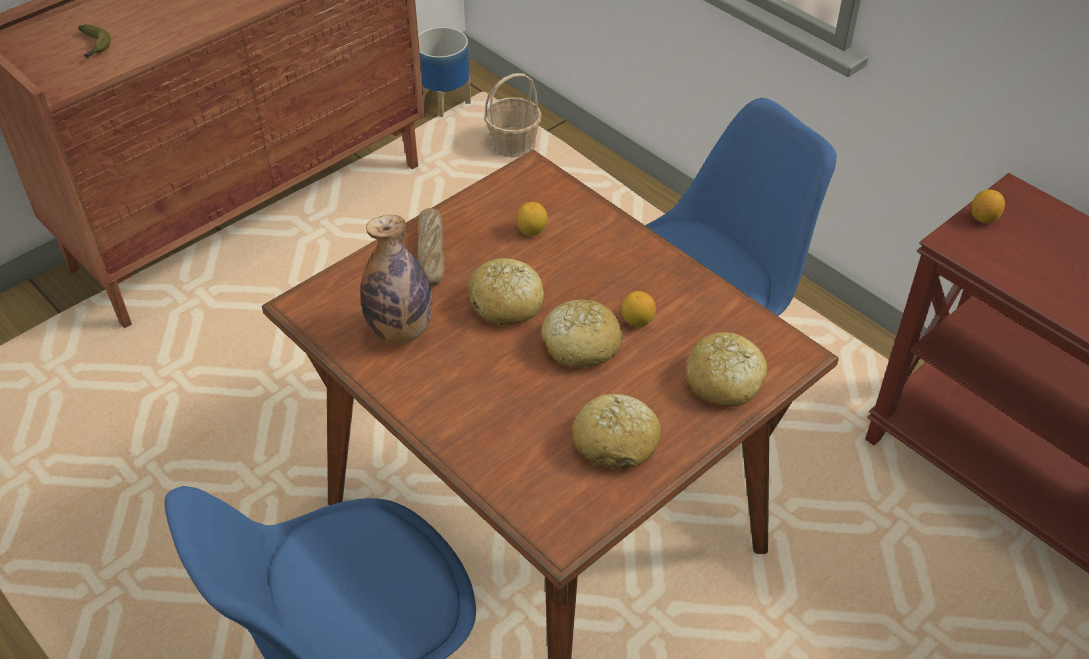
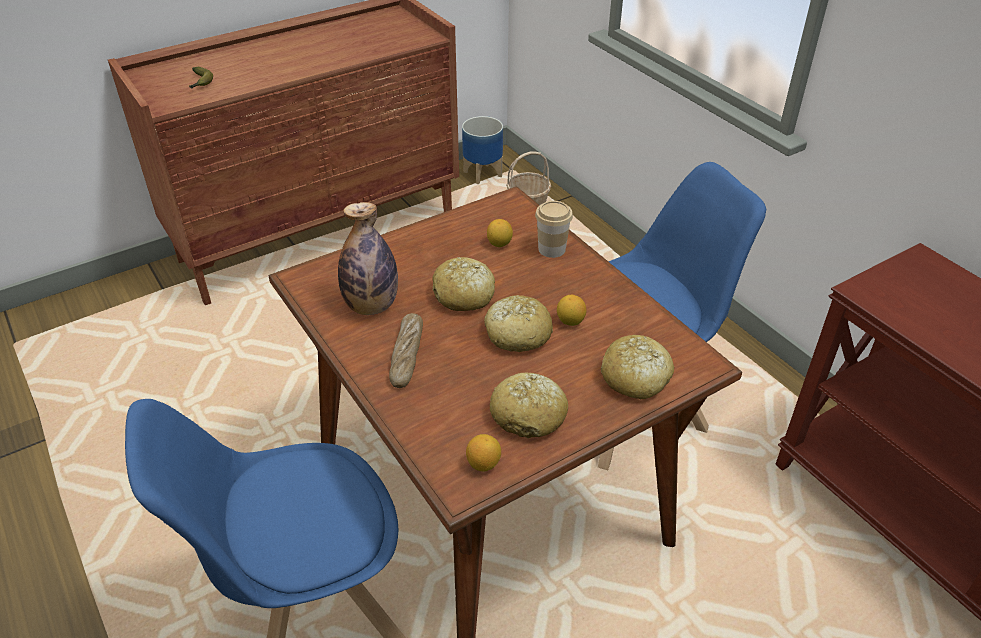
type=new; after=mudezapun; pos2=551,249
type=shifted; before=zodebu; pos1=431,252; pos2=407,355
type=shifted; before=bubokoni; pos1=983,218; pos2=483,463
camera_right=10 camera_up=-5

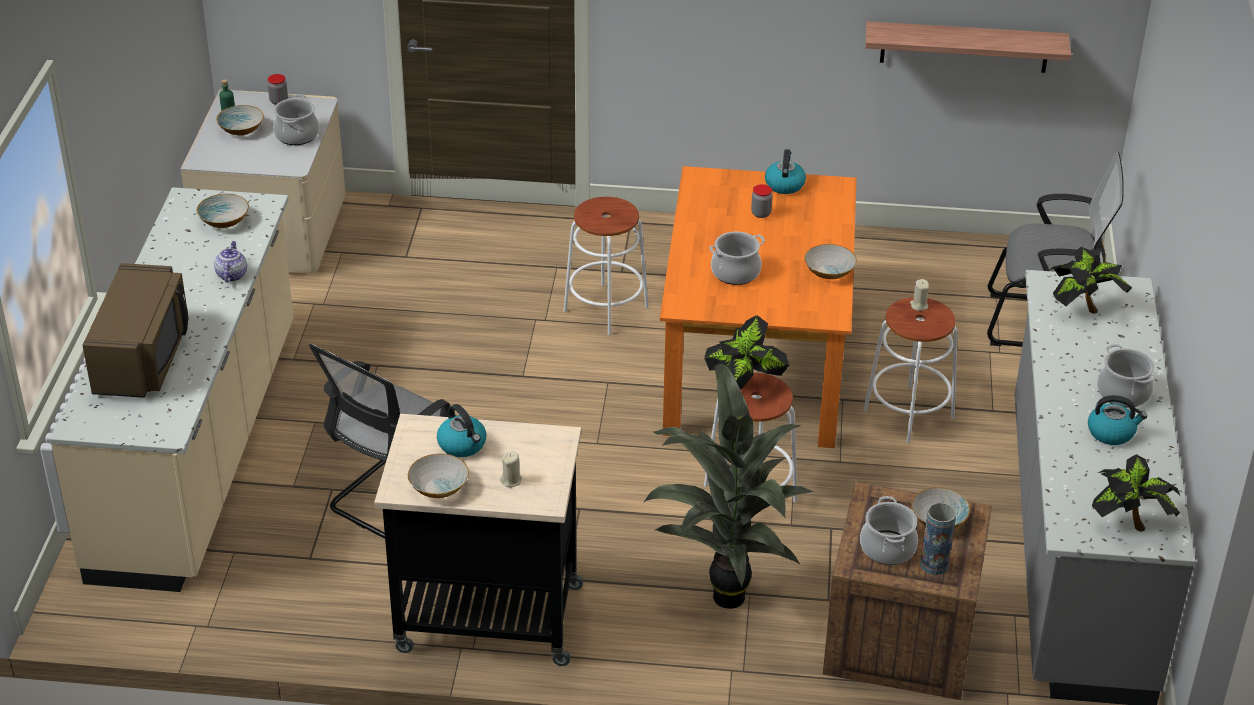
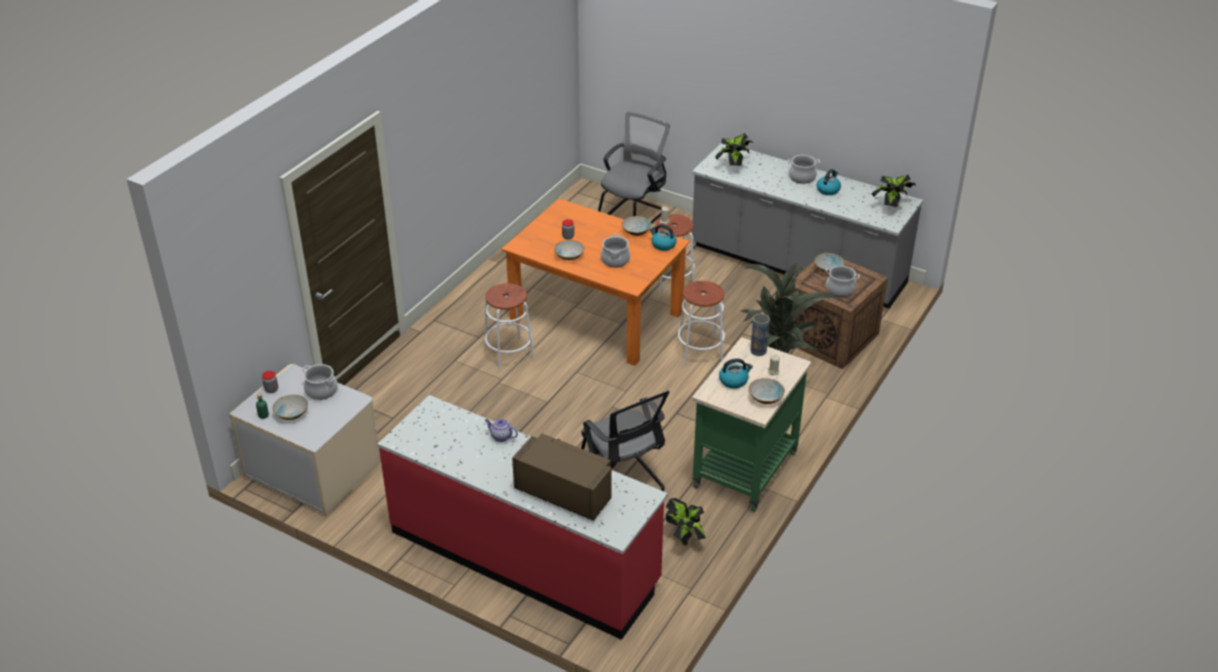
type=gone; before=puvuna; pos1=964,47
type=shifted; before=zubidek; pos1=224,221; pos2=569,256
type=shifted; before=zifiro; pos1=745,386; pos2=685,538
type=shifted; before=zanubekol; pos1=784,184; pos2=663,245
type=shifted; before=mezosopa; pos1=934,564; pos2=758,351
type=repainted; before=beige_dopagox; after=red_dopagox; pos1=199,450; pos2=524,557
type=repainted; before=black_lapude; after=green_lapude; pos1=487,619; pos2=745,471
camera_right=-65 camera_up=0

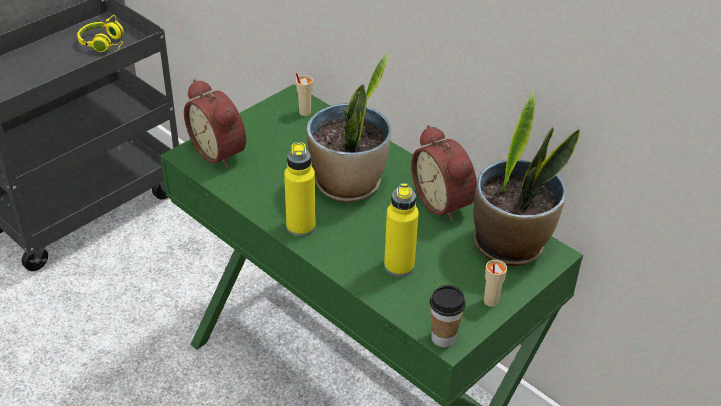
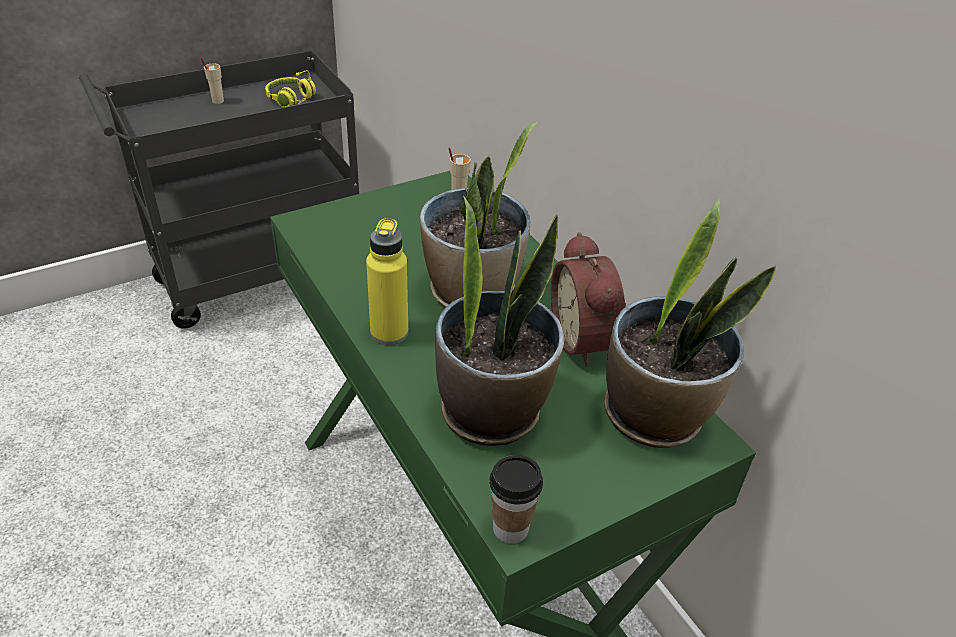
type=gone; before=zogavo; pos1=221,151
type=shifted; before=beige_mudezapun; pos1=490,301; pos2=217,101
type=swapped; before=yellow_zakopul; after=zifiro; pos1=399,266; pos2=491,411
camera_right=15 camera_up=0

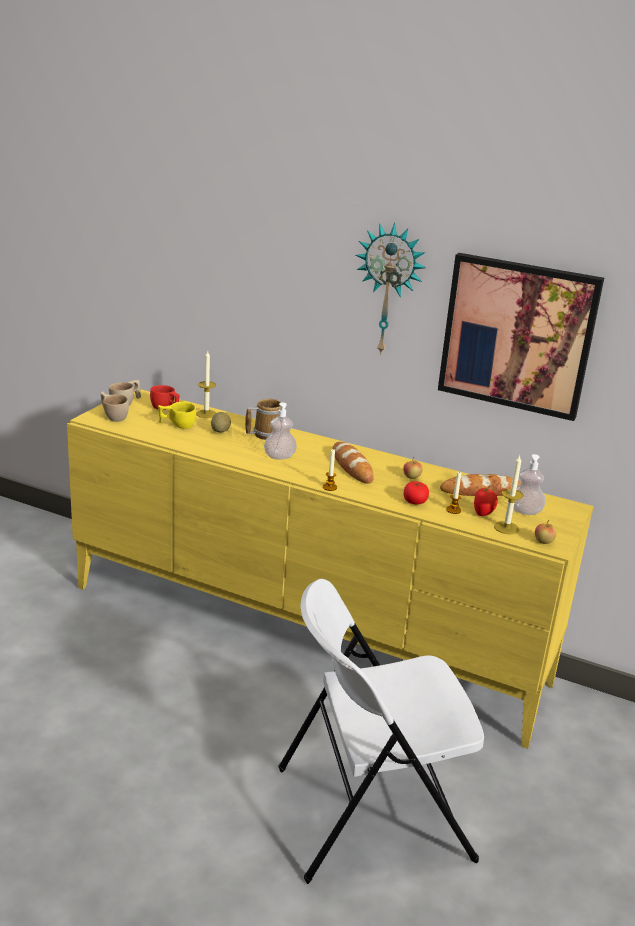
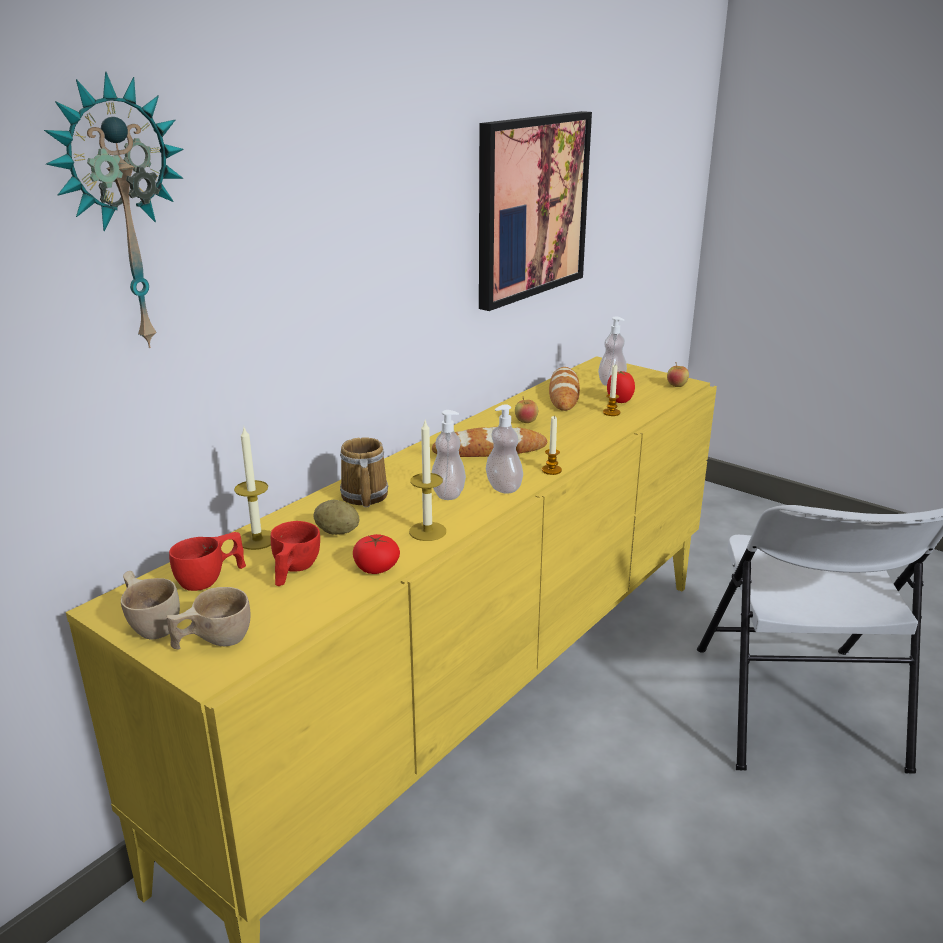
type=new; after=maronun; pos2=504,487
type=shifted; before=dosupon; pos1=389,289; pos2=122,217
type=shifted; before=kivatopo; pos1=415,501; pos2=376,567
type=shifted; before=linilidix; pos1=506,528; pos2=427,531
type=repainted; before=yellow_mudezapun; after=red_mudezapun; pos1=177,425; pos2=293,571
camera_right=-75 camera_up=0

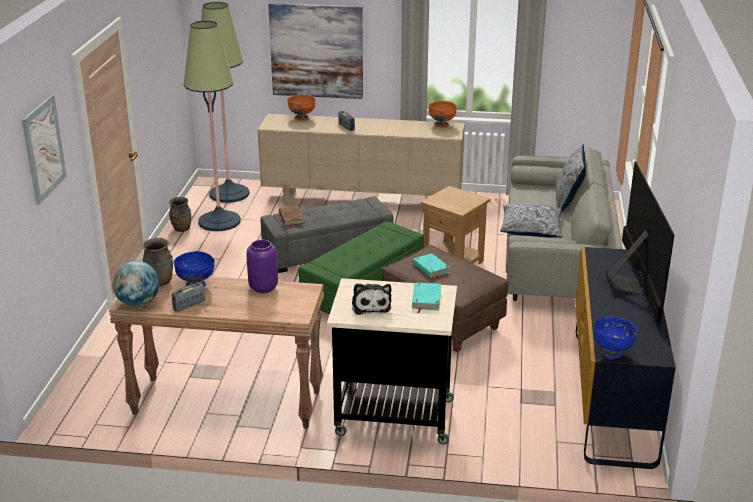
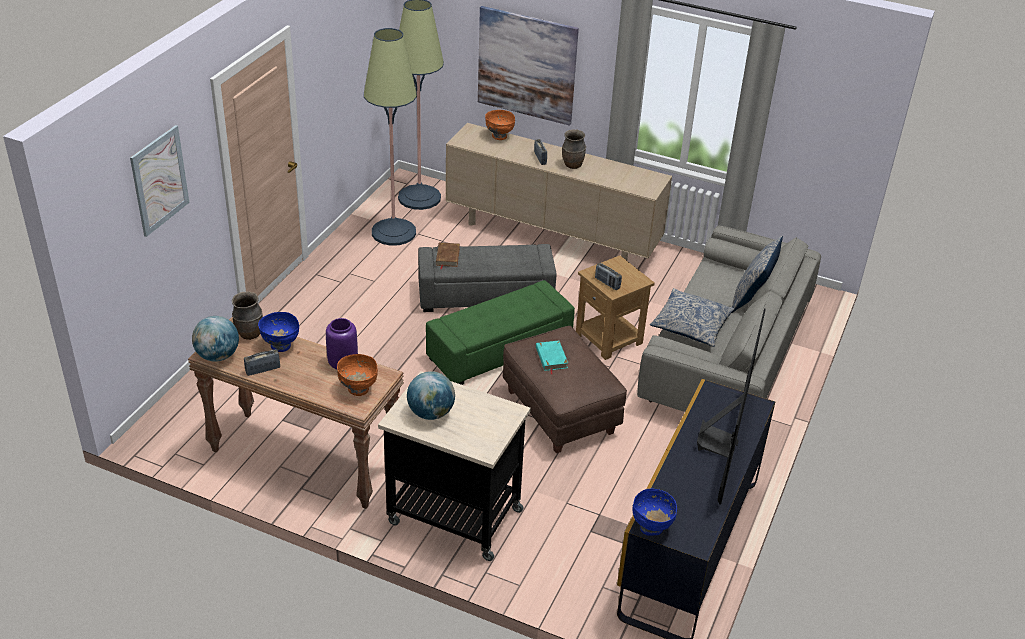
type=gone; before=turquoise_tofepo; pos1=426,299
type=new; after=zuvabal; pos2=607,283
type=shifted; before=brown_mezosopa; pos1=181,229; pos2=572,165
type=shifted; before=orange_zubidek; pos1=442,125; pos2=358,389
type=swapped; before=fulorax; after=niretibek; pos1=371,305; pos2=431,413
camera_right=15 camera_up=10

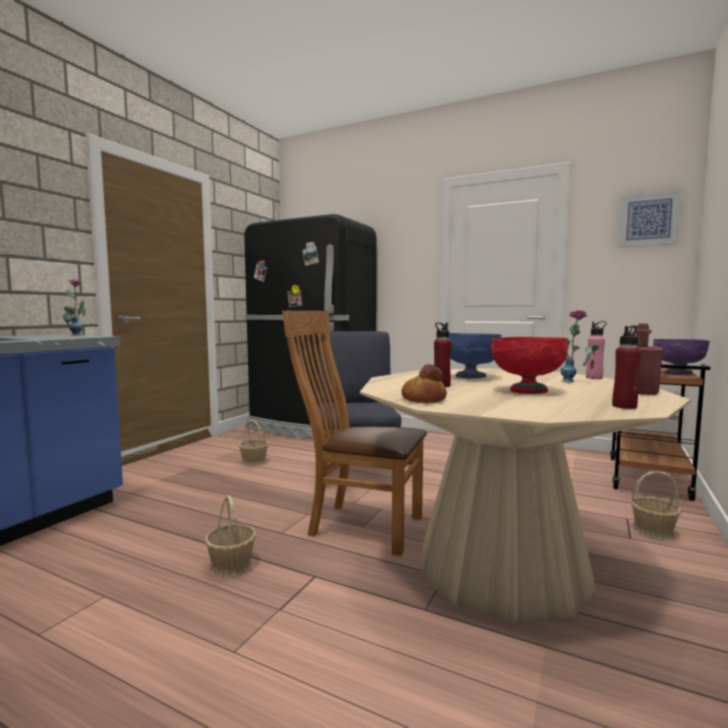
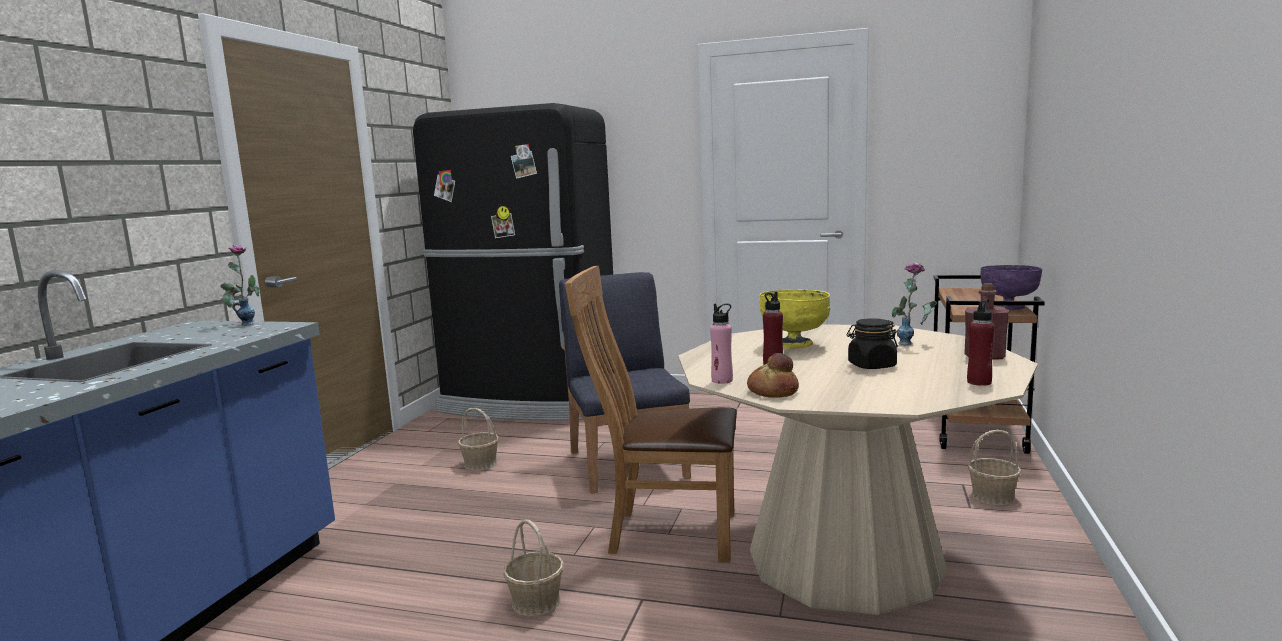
type=gone; before=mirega; pos1=648,219
type=shifted; before=pink_zakopul; pos1=594,378; pos2=722,380
type=swapped; before=red_zubidek; after=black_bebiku; pos1=527,391; pos2=871,365
type=repainted; before=blue_zubidek; after=yellow_zubidek; pos1=471,377; pos2=795,345
camera_right=-10 camera_up=5

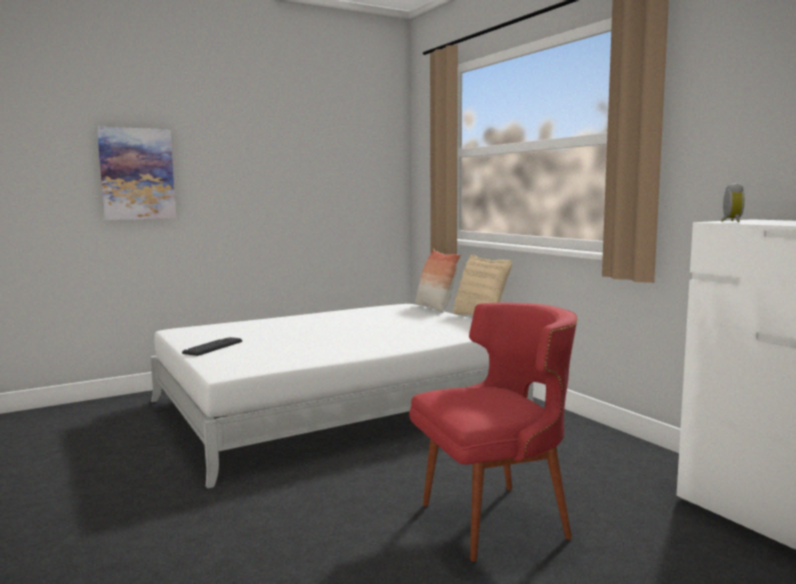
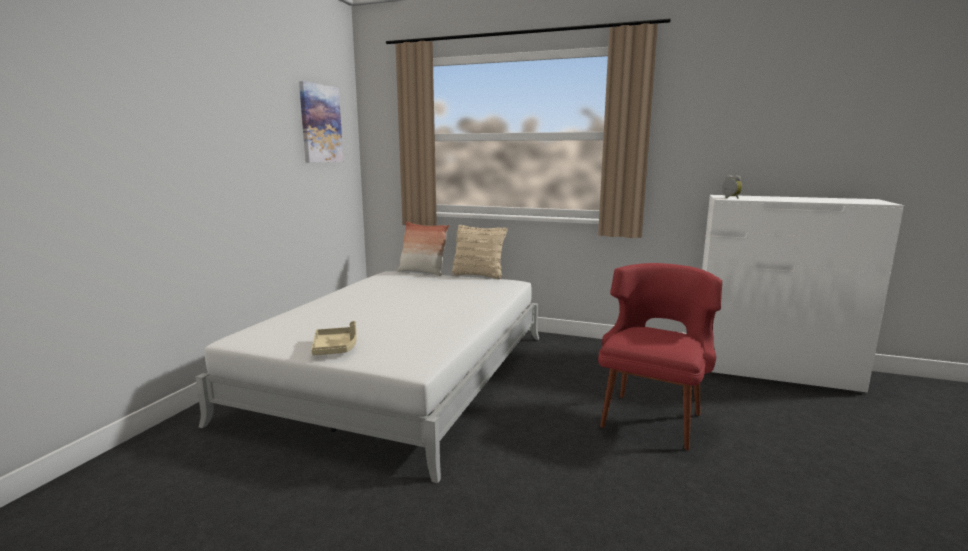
type=shifted; before=mirega; pos1=137,174; pos2=320,124
type=swapped; before=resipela; after=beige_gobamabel; pos1=213,347; pos2=335,348
camera_right=-40 camera_up=5

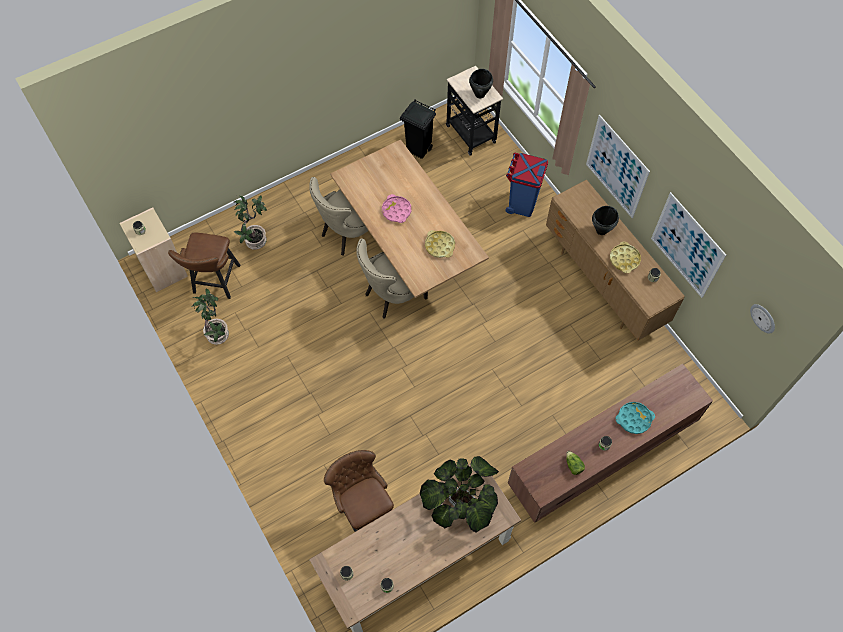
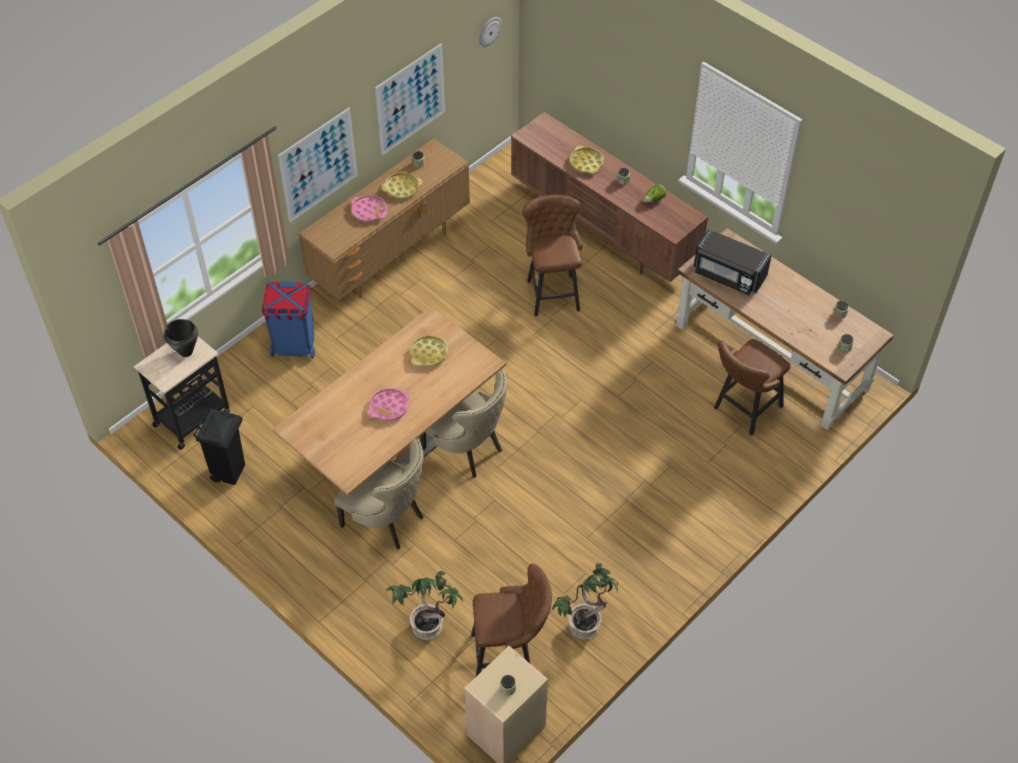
type=new; after=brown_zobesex; pos2=552,289
type=swapped; before=zifiro; after=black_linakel; pos1=461,500; pos2=728,275
type=swapped; before=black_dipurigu; after=pink_gobamabel; pos1=601,231; pos2=369,211
type=repainted; before=turquoise_gobamabel; after=yellow_gobamabel; pos1=634,419; pos2=586,163
camera_right=-105 camera_up=-10

